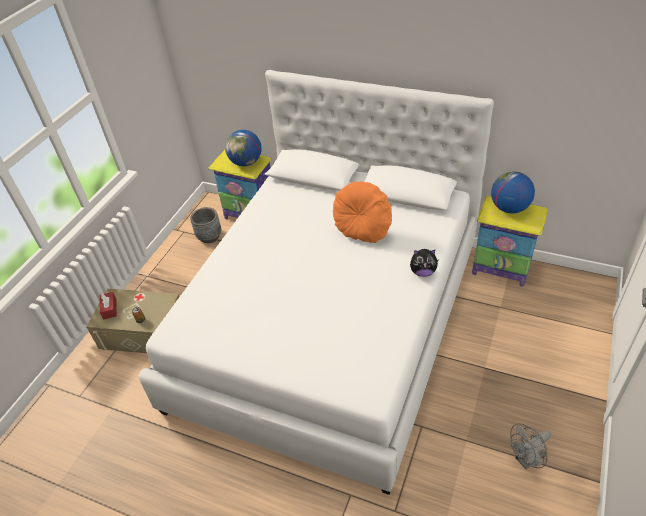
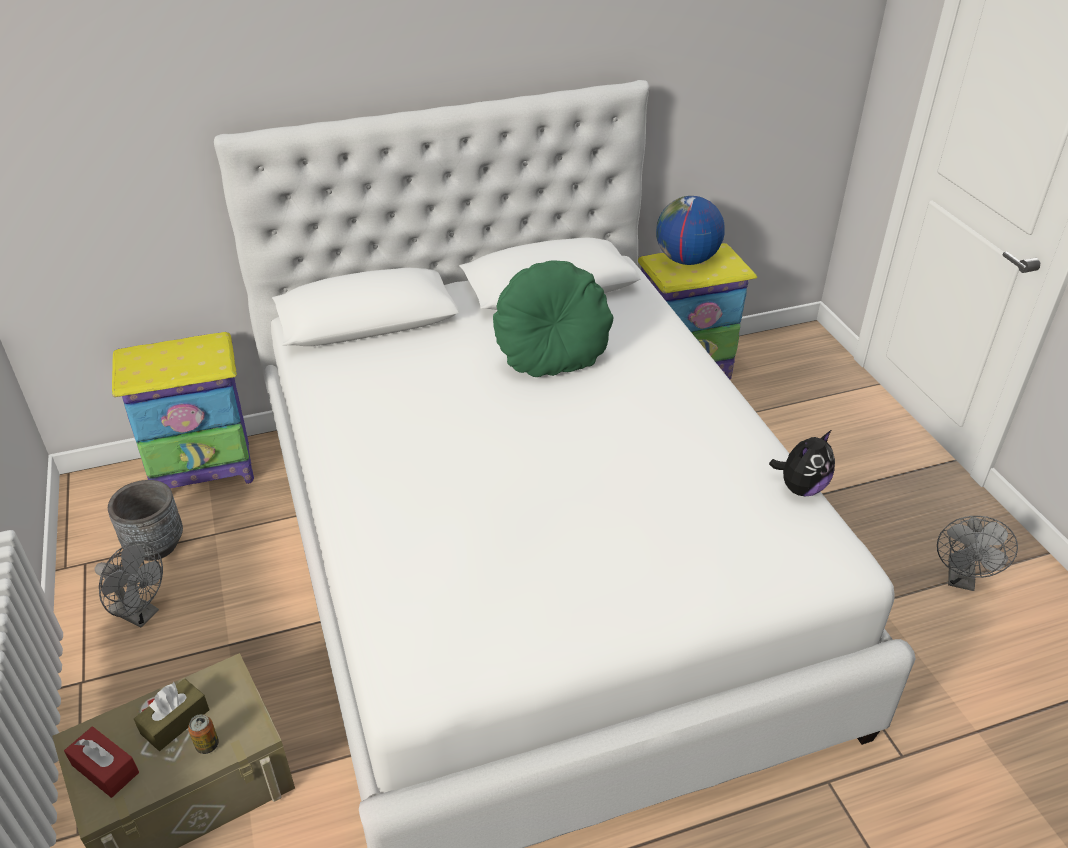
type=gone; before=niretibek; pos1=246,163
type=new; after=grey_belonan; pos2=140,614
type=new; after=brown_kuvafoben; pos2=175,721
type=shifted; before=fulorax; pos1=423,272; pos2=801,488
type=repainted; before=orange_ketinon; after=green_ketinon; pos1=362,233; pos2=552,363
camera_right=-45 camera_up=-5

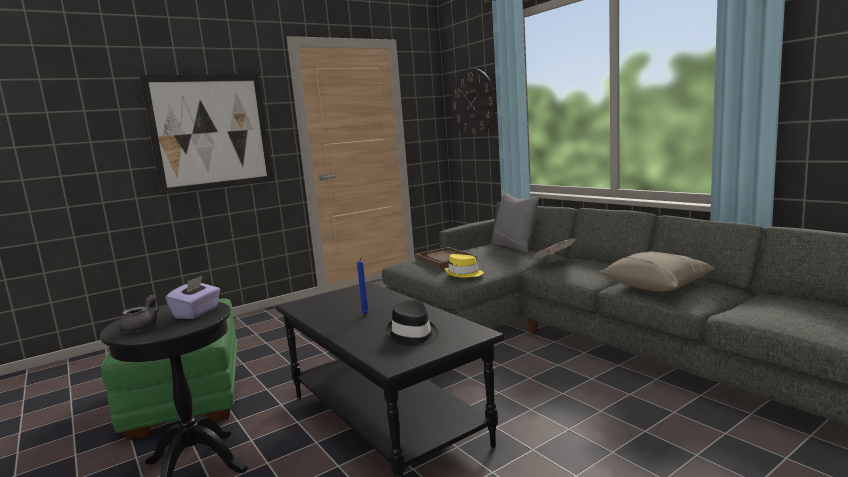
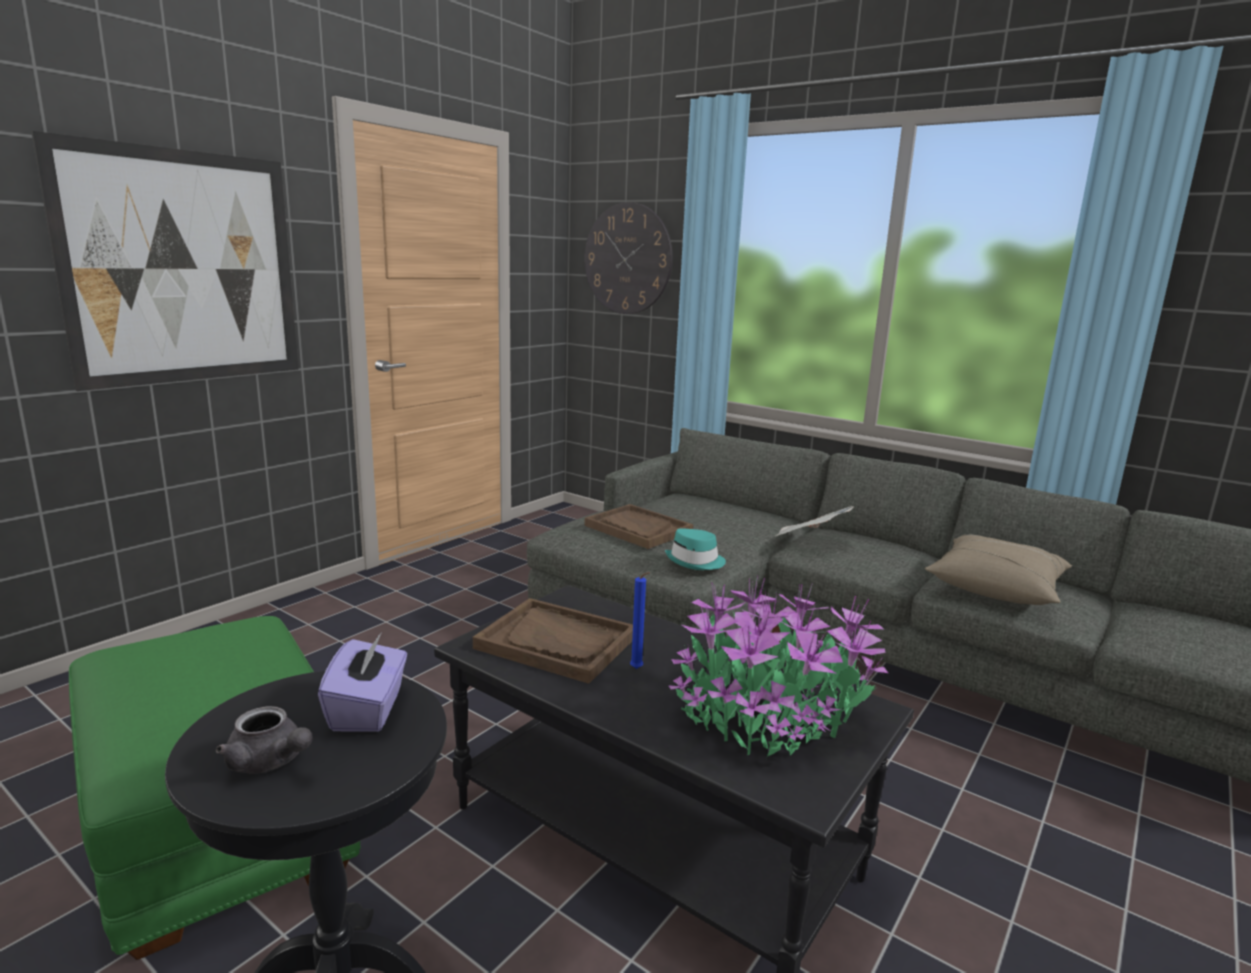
type=gone; before=grey_ketinon; pos1=514,246
type=new; after=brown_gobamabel; pos2=557,642
type=swapped; before=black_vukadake; after=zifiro; pos1=412,334; pos2=769,718
type=repainted; before=yellow_vukadake; after=turquoise_vukadake; pos1=464,274; pos2=696,561
type=rotated; before=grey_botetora; pos1=142,326; pos2=270,762; turn=135
camera_right=-20 camera_up=5

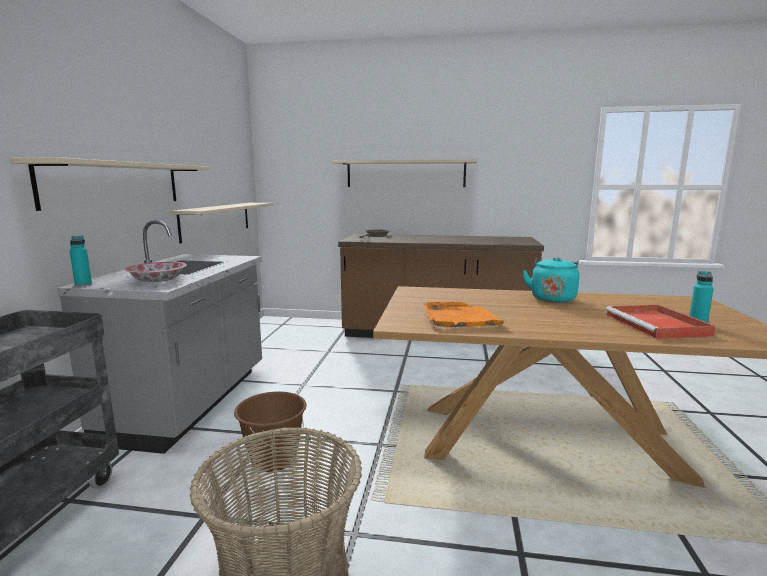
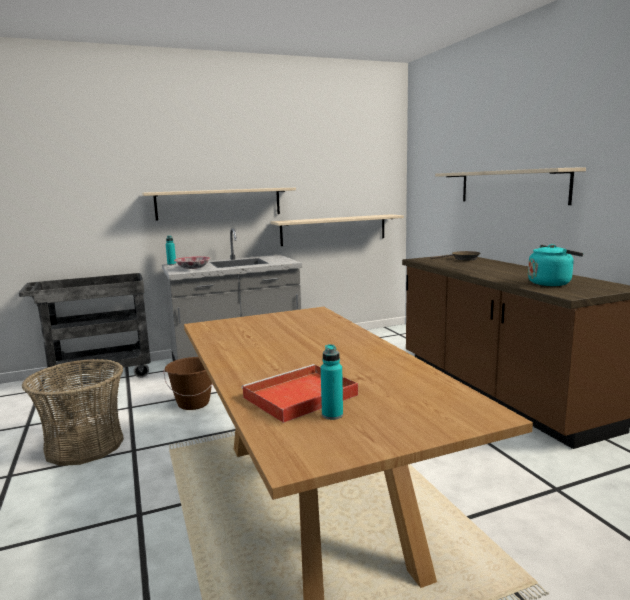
type=gone; before=orange_gobamabel; pos1=460,318
type=shifted; before=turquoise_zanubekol; pos1=552,298; pos2=551,283
camera_right=60 camera_up=0

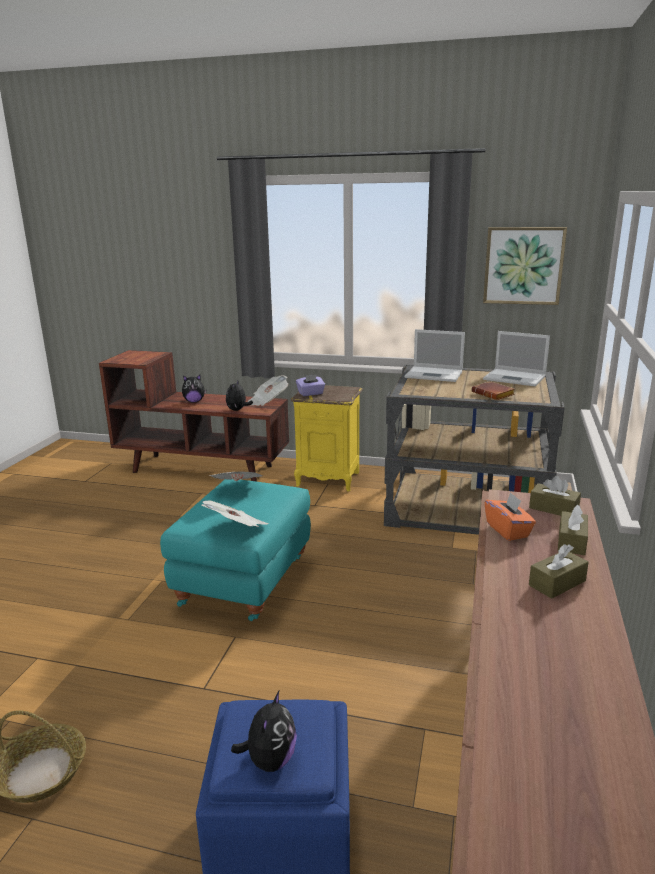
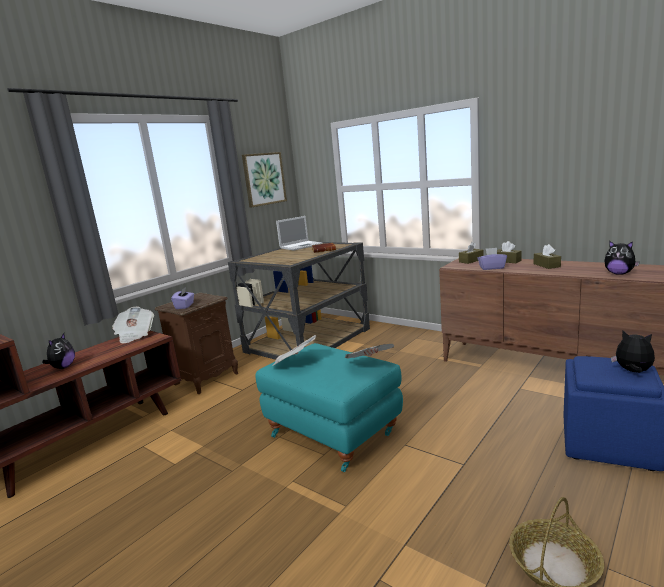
type=gone; before=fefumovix; pos1=435,374
type=shifted; before=fulorax; pos1=238,410; pos2=619,274
type=repainted; before=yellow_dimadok; after=brown_dimadok; pos1=328,479; pos2=207,379
type=repainted; before=orange_kuvafoben; after=purple_kuvafoben; pos1=508,530; pos2=491,268
camera_right=-65 camera_up=-5

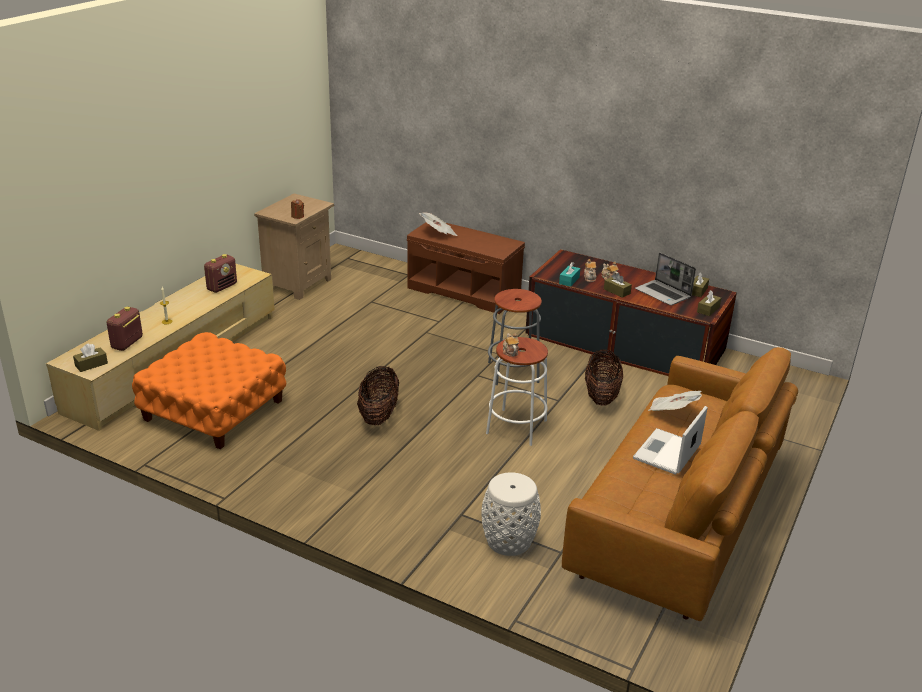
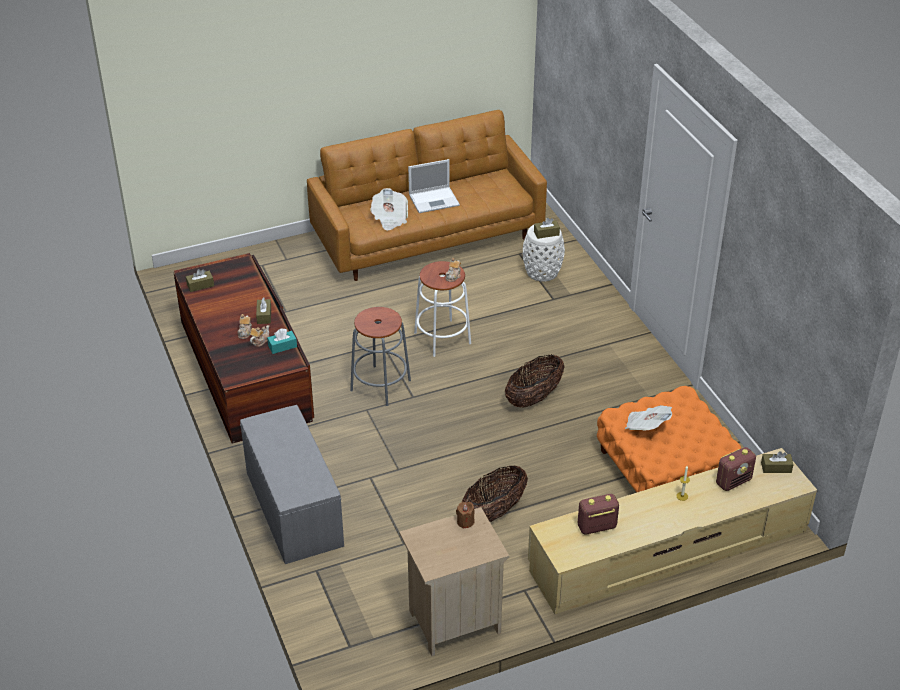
type=gone; before=fefumovix; pos1=663,294
type=shifted; before=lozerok; pos1=438,233; pos2=646,427
type=shifted; before=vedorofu; pos1=601,396; pos2=493,512
type=shifted; before=brown_kuvafoben; pos1=708,309; pos2=546,233
type=repainted; before=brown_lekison; after=grey_lekison; pos1=465,291; pos2=292,508
camera_right=-140 camera_up=10

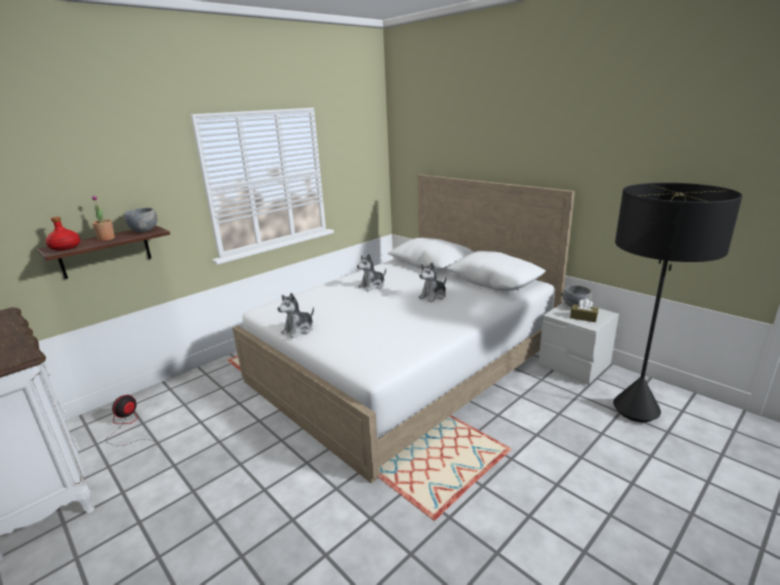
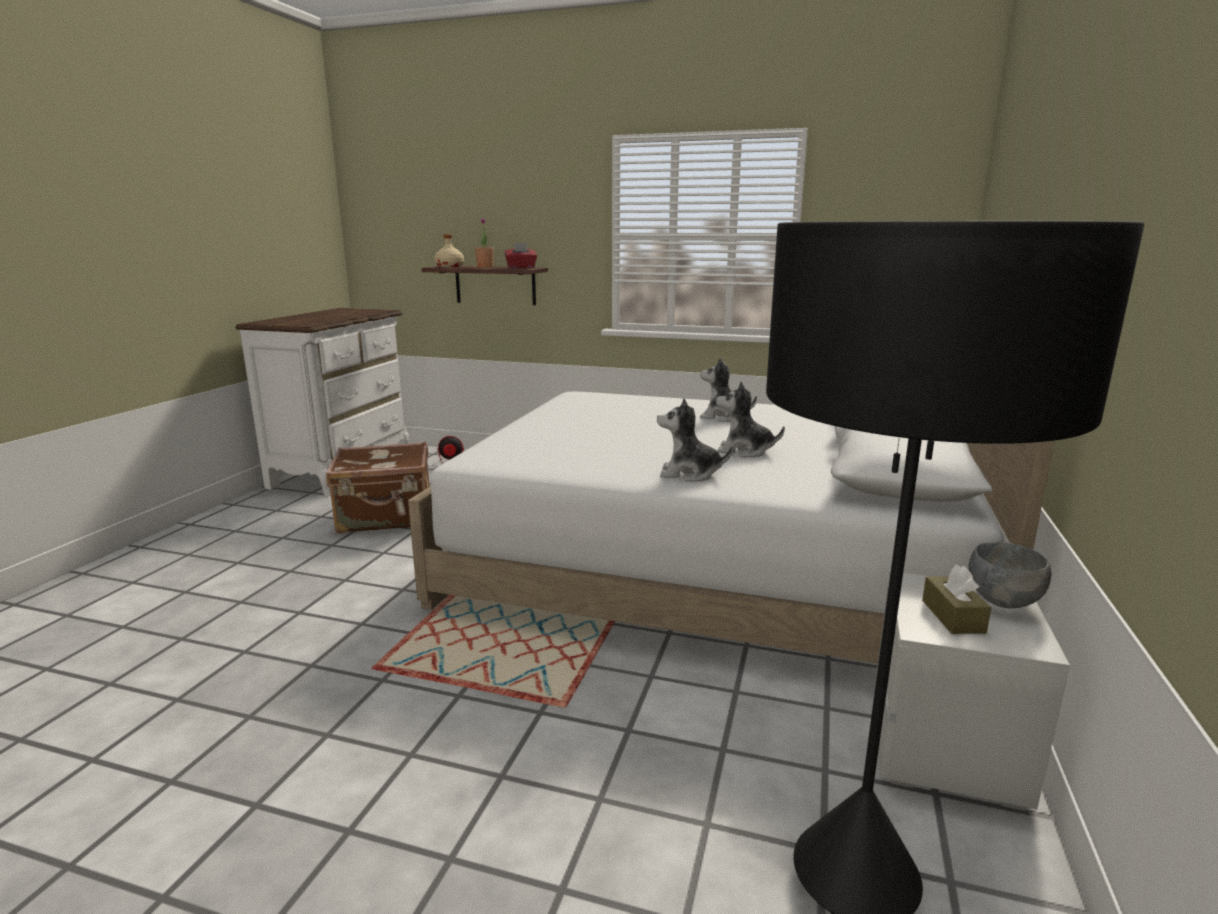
type=new; after=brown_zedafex; pos2=386,517
type=shifted; before=fulorax; pos1=299,330; pos2=689,474
type=swapped; before=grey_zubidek; after=red_kuvafoben; pos1=144,231; pos2=521,267
type=repainted; before=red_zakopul; after=beige_zakopul; pos1=65,247; pos2=449,266
camera_right=60 camera_up=-5

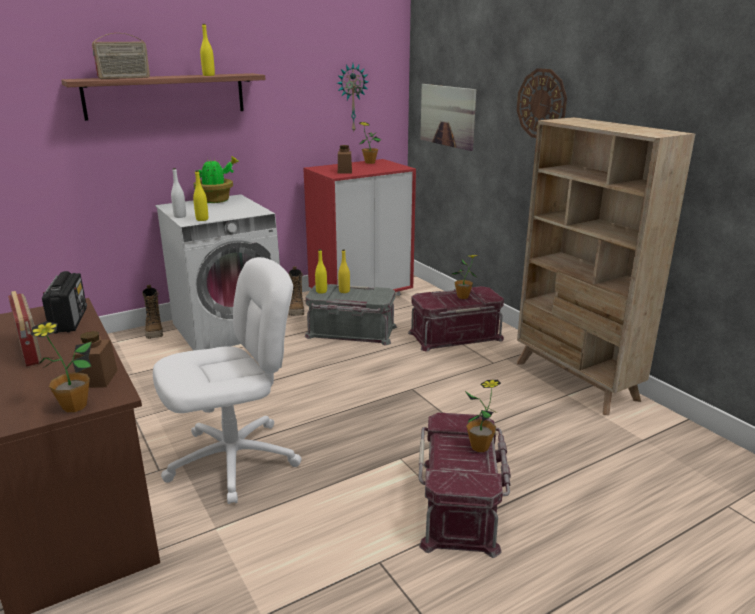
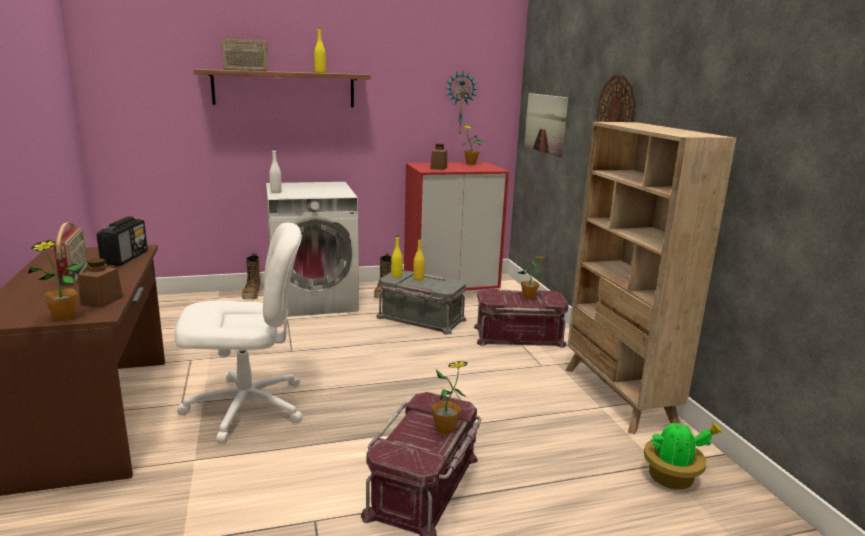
type=gone; before=yellow_zakopul; pos1=202,219
type=shifted; before=zifiro; pos1=216,200; pos2=673,478
camera_right=15 camera_up=-5

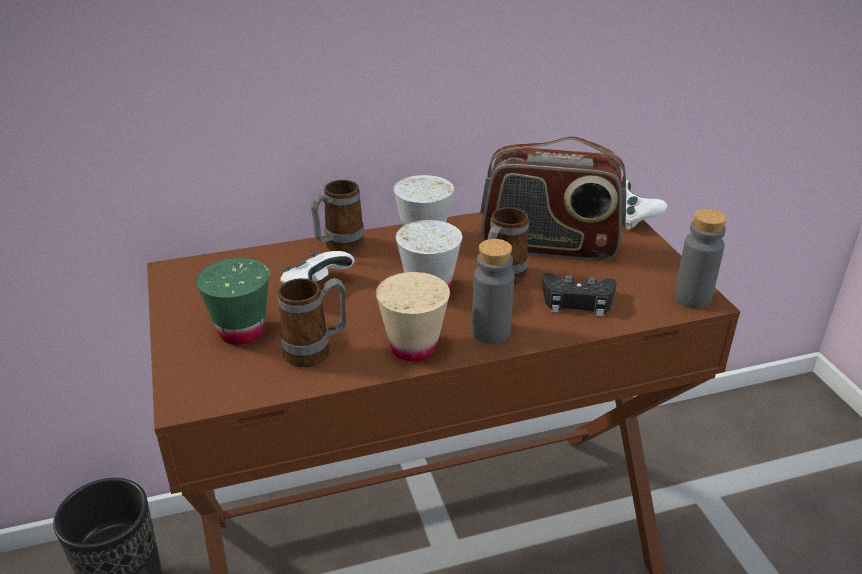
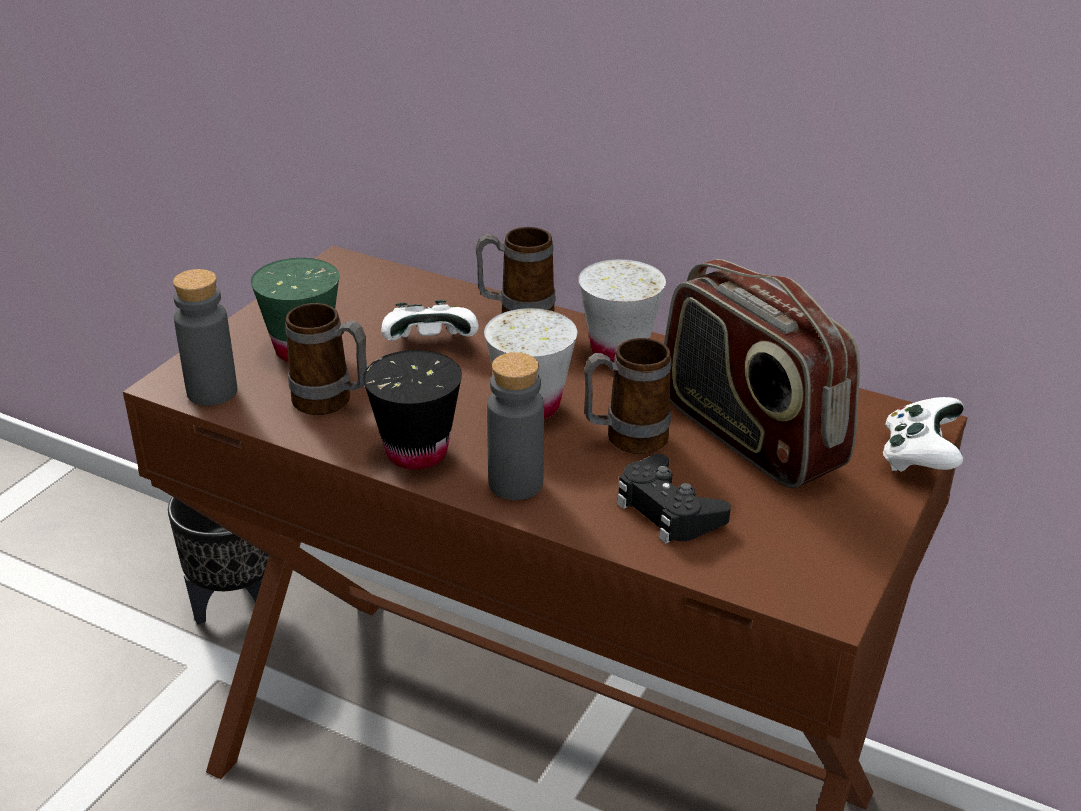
type=shifted; before=grey_zakopul; pos1=692,298; pos2=212,392
type=repainted; before=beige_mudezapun; after=black_mudezapun; pos1=413,348; pos2=416,452
camera_right=45 camera_up=0

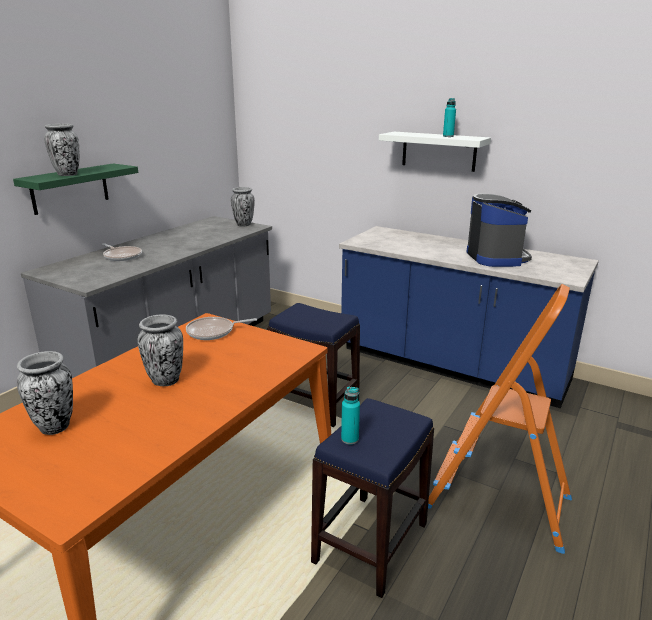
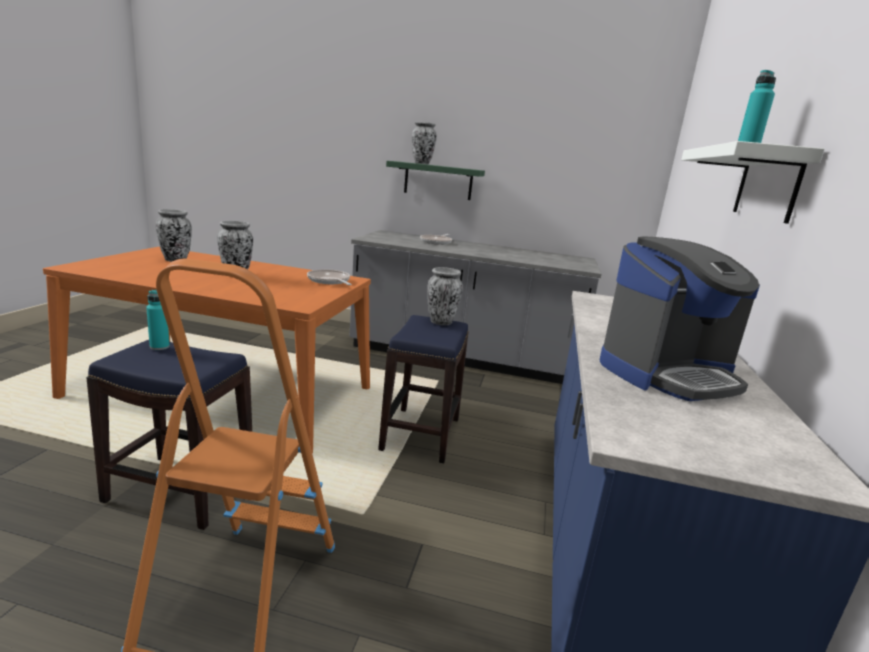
type=shifted; before=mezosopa; pos1=243,224; pos2=441,322
camera_right=70 camera_up=-5

